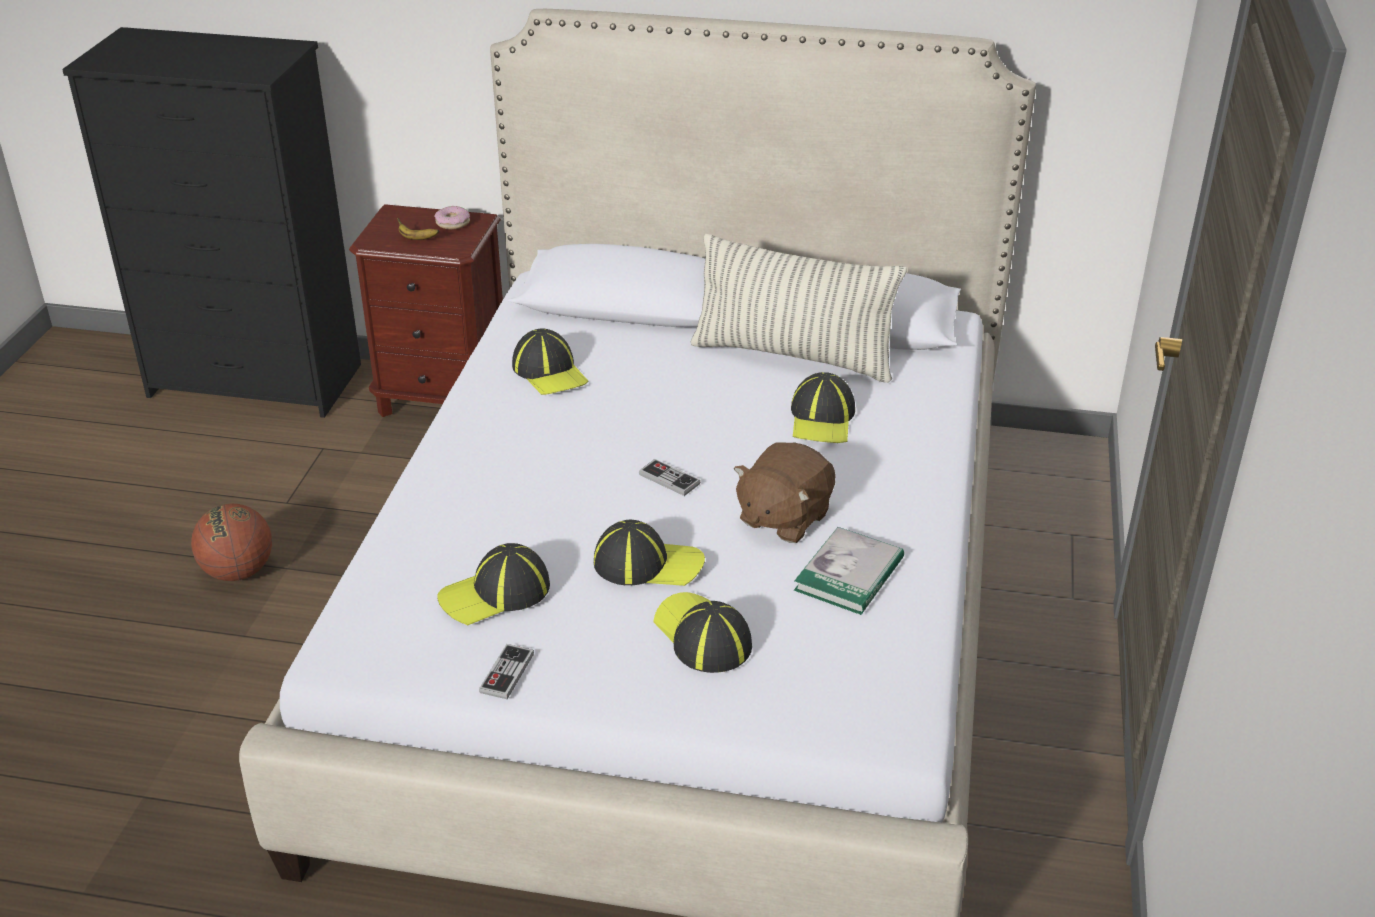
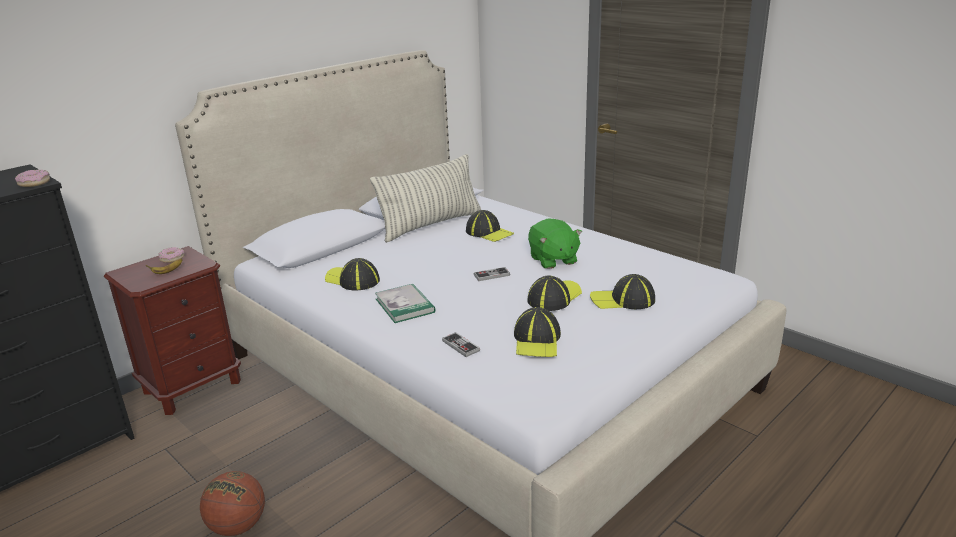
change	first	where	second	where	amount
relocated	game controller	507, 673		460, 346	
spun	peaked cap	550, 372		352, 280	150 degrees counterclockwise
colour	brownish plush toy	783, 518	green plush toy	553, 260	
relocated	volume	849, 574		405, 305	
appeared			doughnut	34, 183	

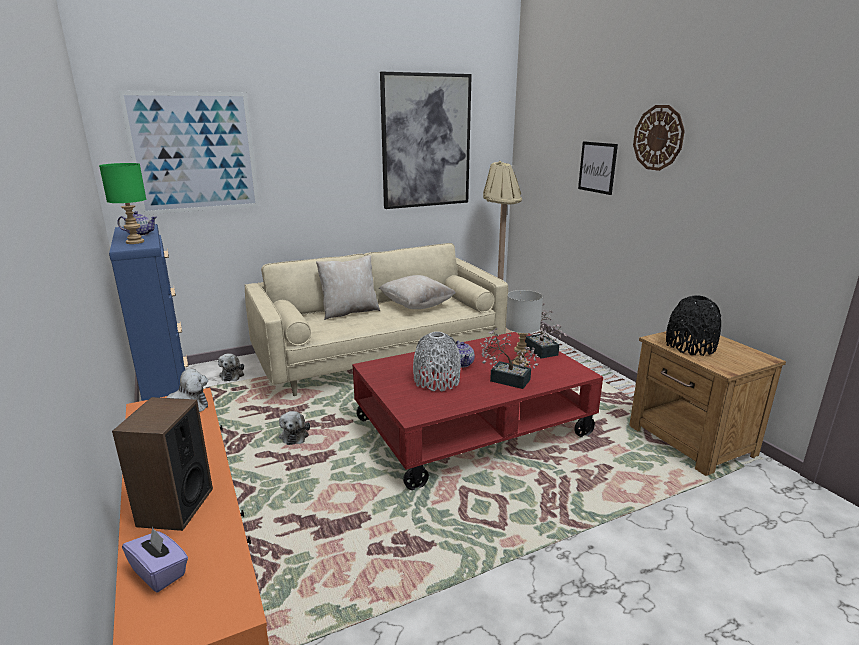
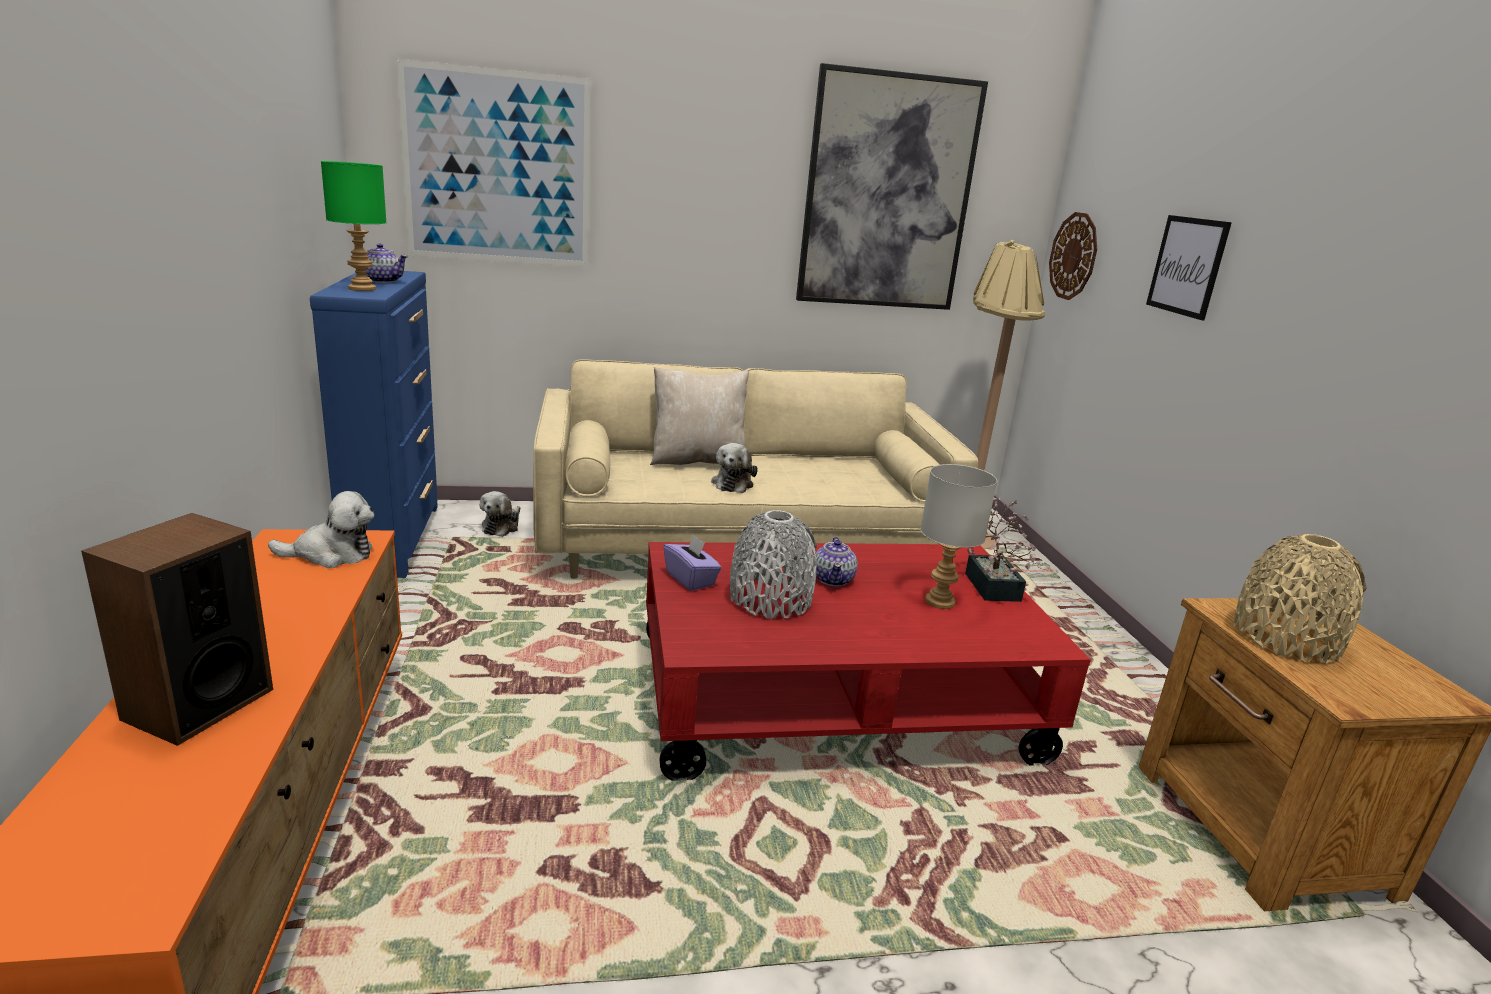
change	first	where	second	where	amount
relocated	purplish tissue holder	160, 572		691, 579	
relocated	plush toy	294, 435		733, 483	
missing	beige cushion	416, 306			
missing	plant in a pot	506, 379			
relocated	hanging clock	658, 138		1073, 256	
colour	blackish vase	690, 346	beige vase	1285, 638	

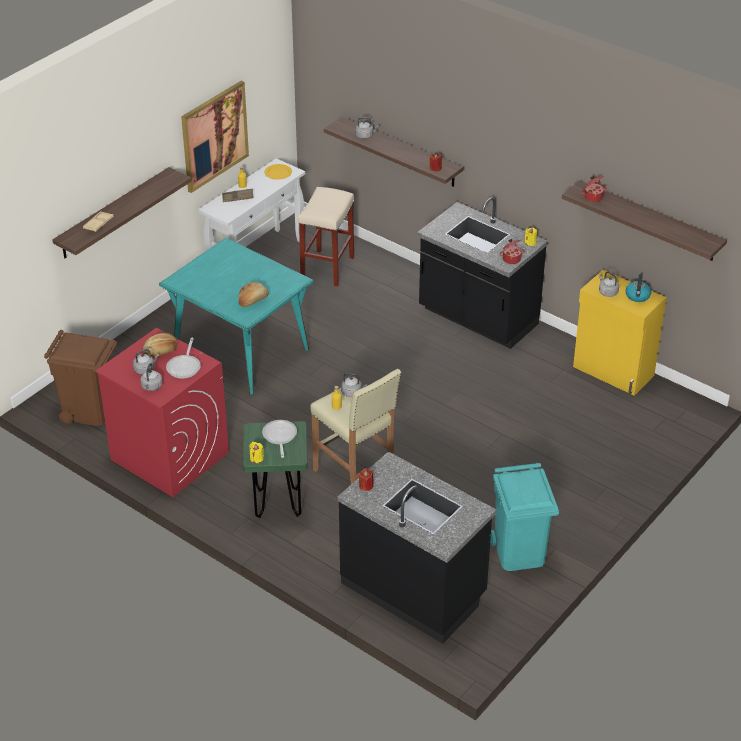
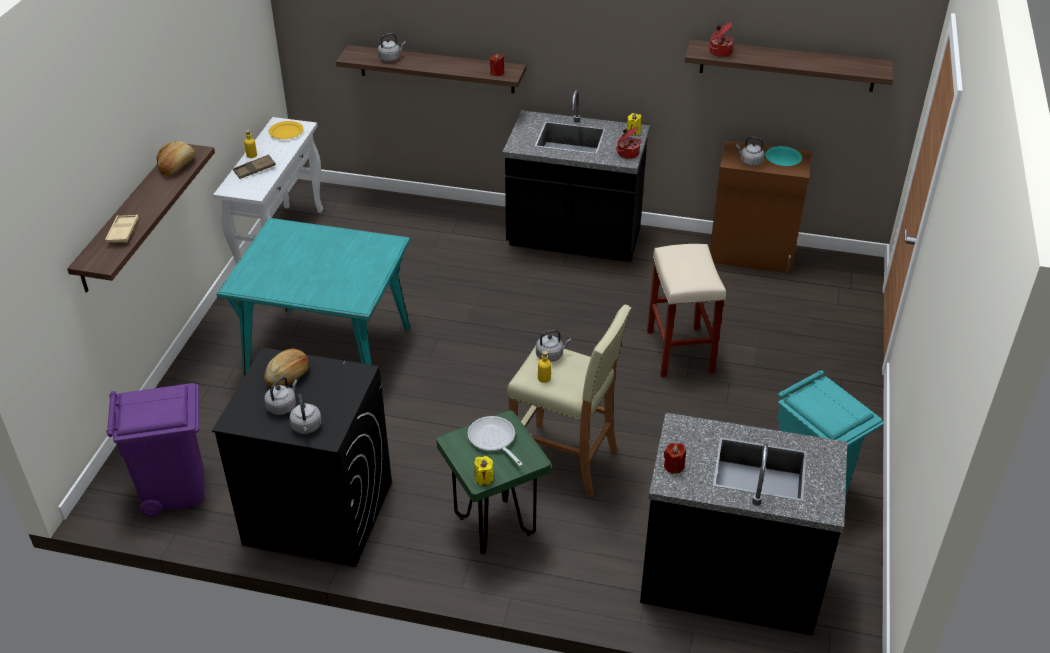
change	first	where	second	where	amount
colour	brownish waste bin	89, 410	purplish waste bin	175, 488	
colour	reddish laundry machine	169, 456	blackish laundry machine	317, 513	
missing	pan	185, 366			
missing	picture	214, 136			
relocated	bakery bread	253, 300		177, 166	
relocated	beige stool	327, 267		679, 351	
colour	yellow-coloured cupboard	613, 372	brownish cupboard	751, 255	
exchanged	kettle	637, 296	turquoise plate	783, 158	

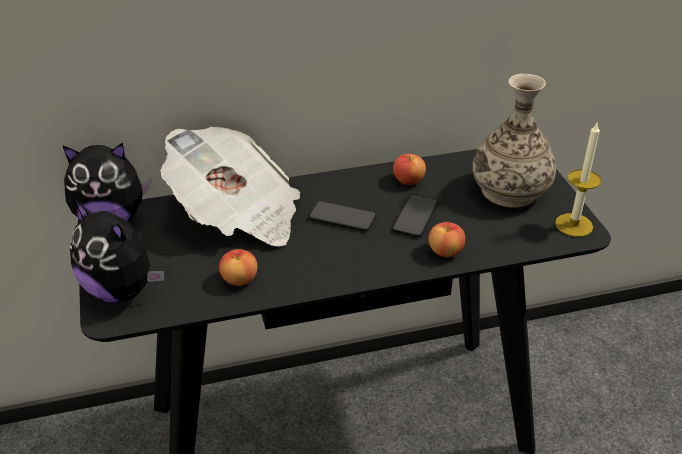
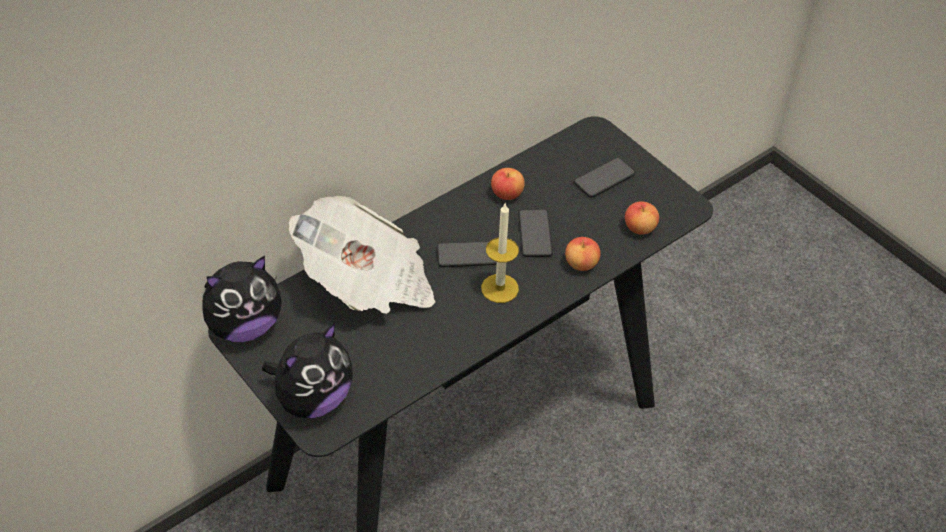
change	first	where	second	where	amount
spun	plush toy	122, 290		313, 399	60 degrees counterclockwise
relocated	whole apple	239, 280		640, 228	
exchanged	vase	509, 190	handset	604, 178	
relocated	wax candle	574, 225		499, 288	

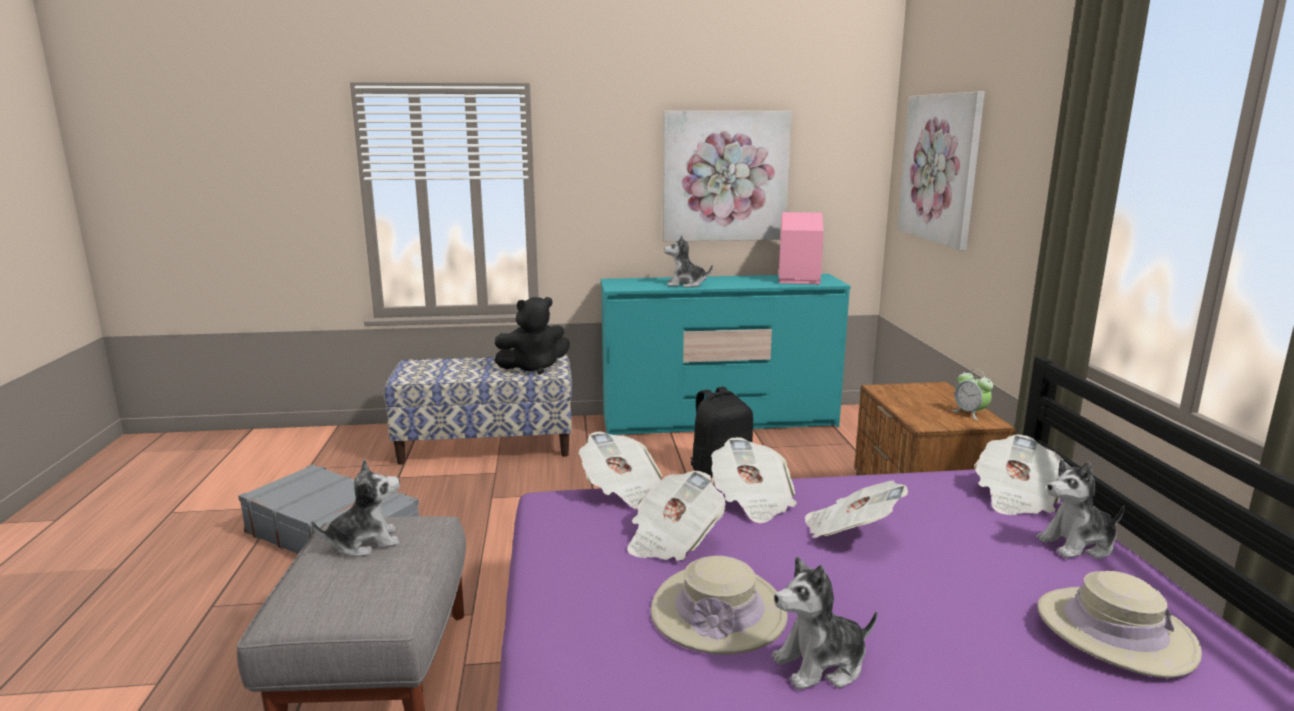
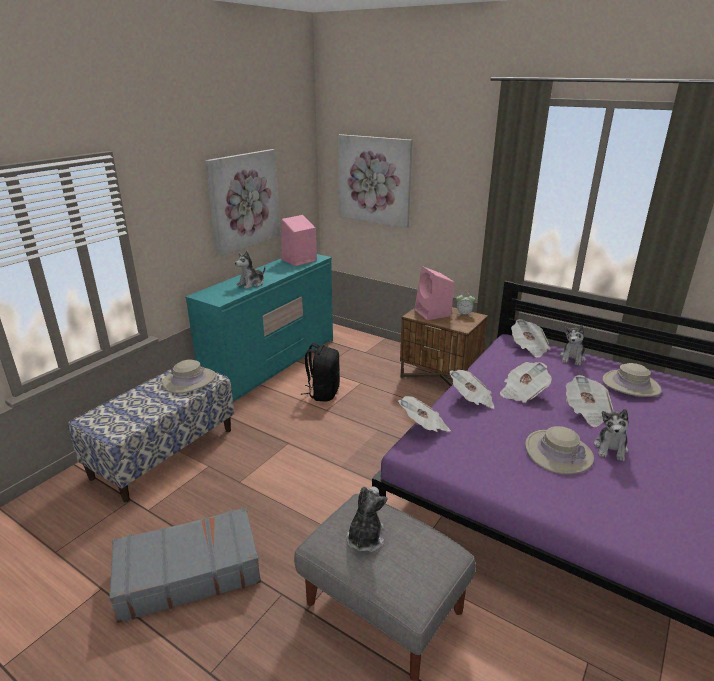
change	first	where	second	where	amount
exchanged	blackish plush toy	533, 368	beige wearable hat	189, 380	
relocated	newspaper	672, 540		587, 412	
appeared			pink-coloured loudspeaker	433, 313	

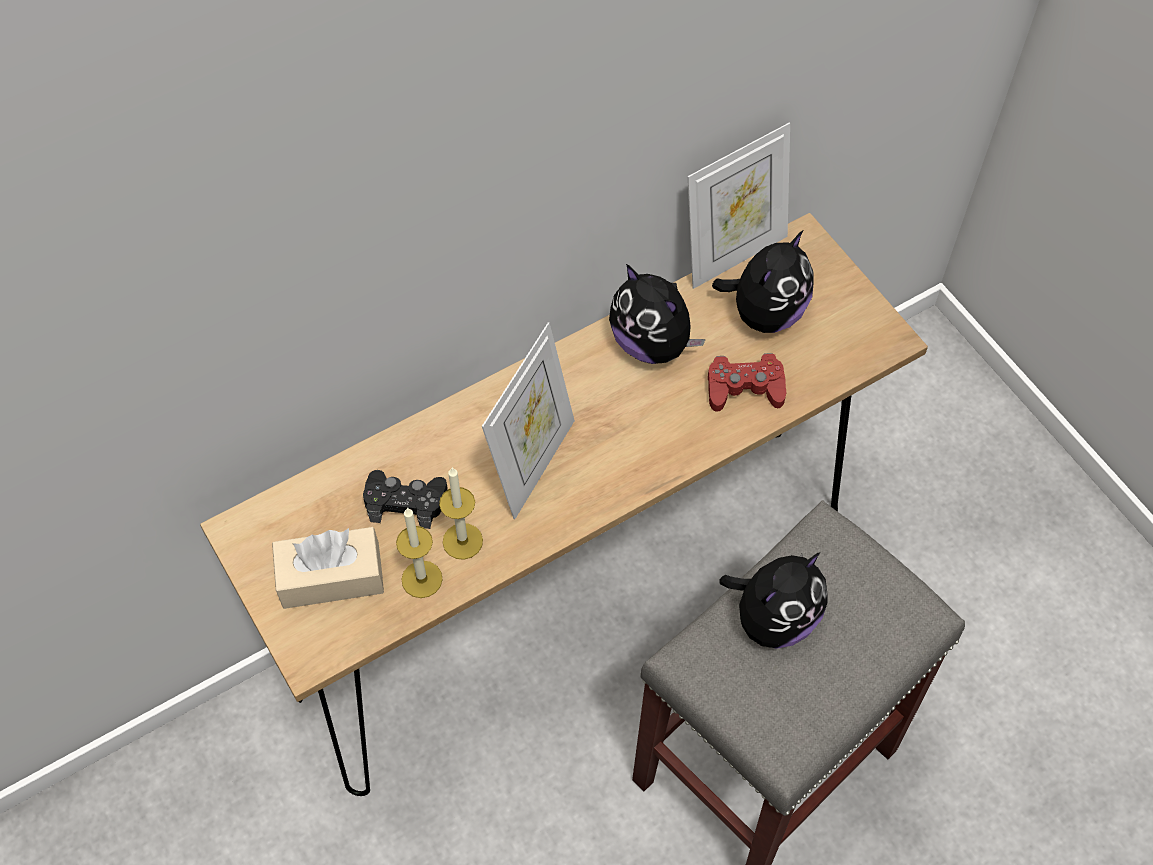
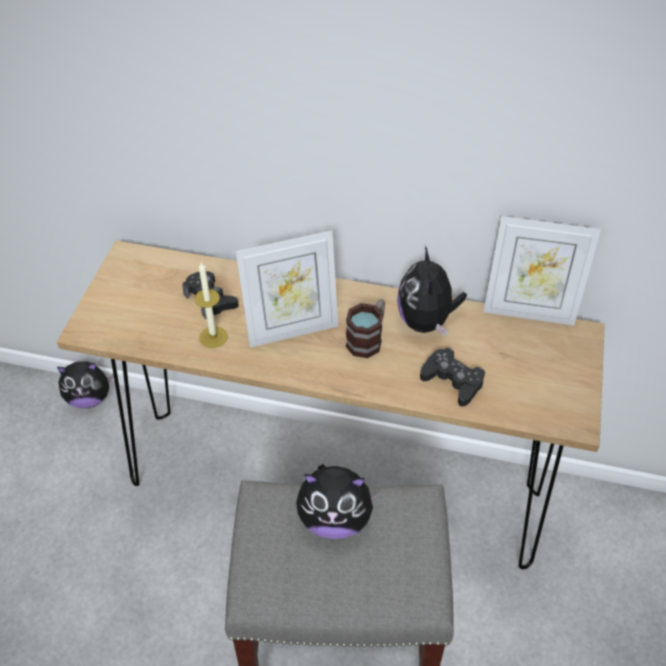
change	first	where	second	where	amount
missing	beige tissue holder	331, 577			
missing	wax candle	422, 579			
colour	reddish game controller	744, 388	blackish game controller	452, 381	
relocated	plush toy	765, 313		89, 398	
appeared			tea mug	368, 338	

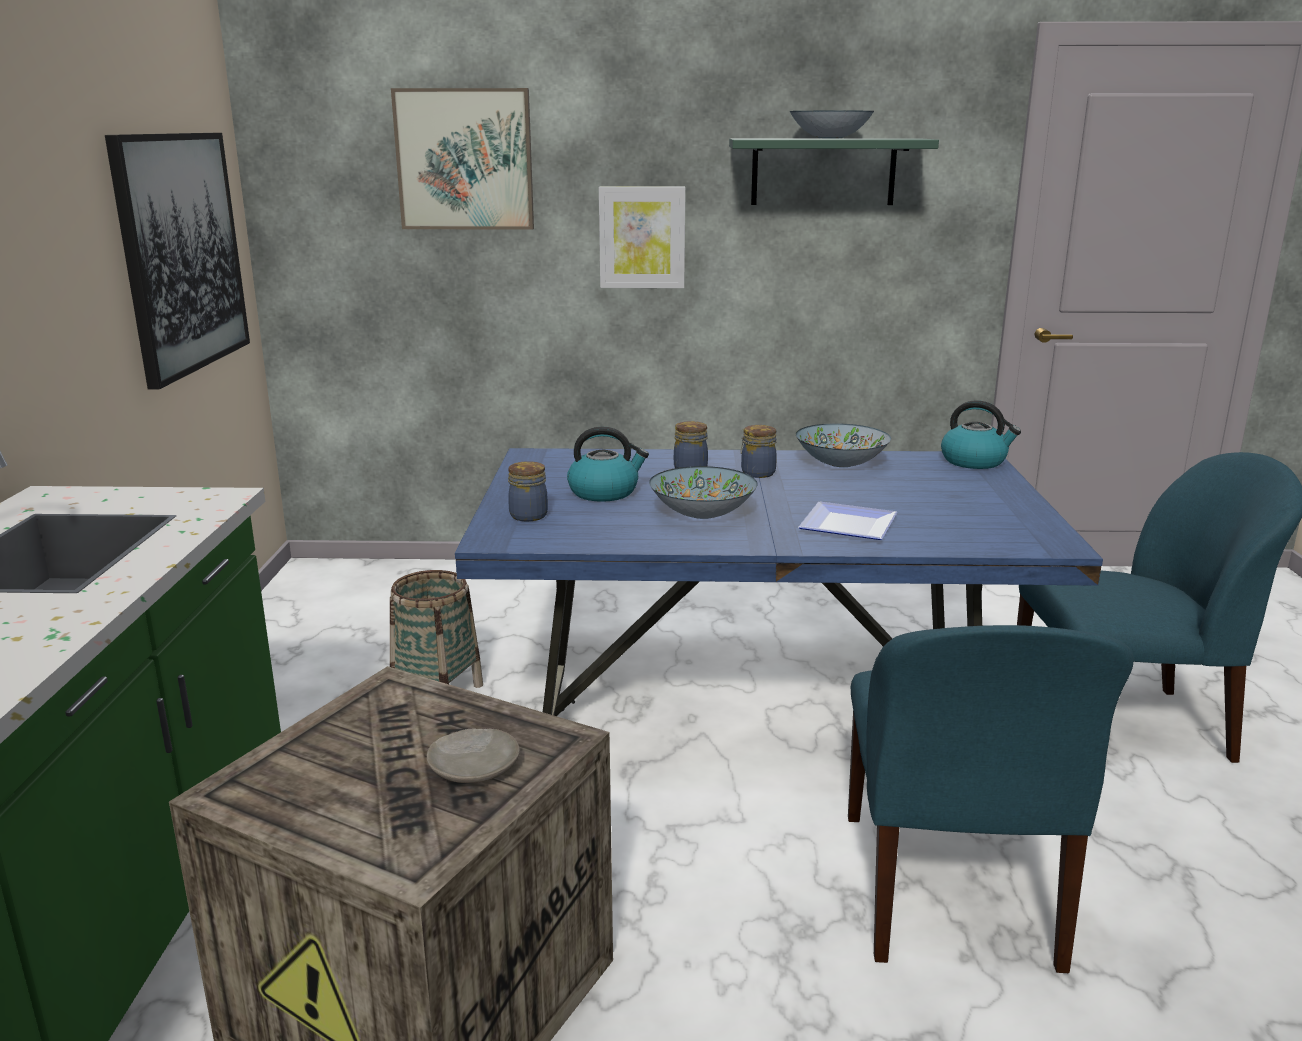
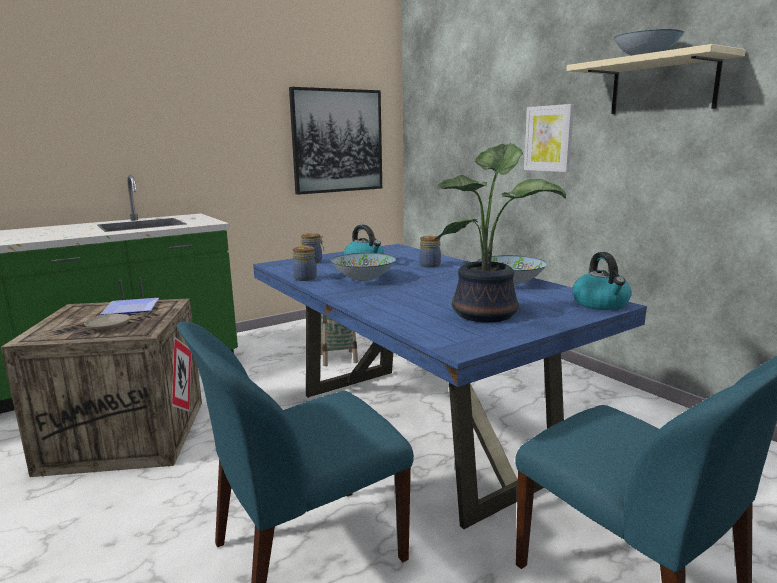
change	first	where	second	where	amount
missing	picture	465, 160			
colour	green wall shelf	823, 172	beige wall shelf	663, 85	
relocated	preserve jar	756, 473		305, 278	
relocated	plate	844, 526		130, 308	
appeared			plant in a pot	488, 313	

